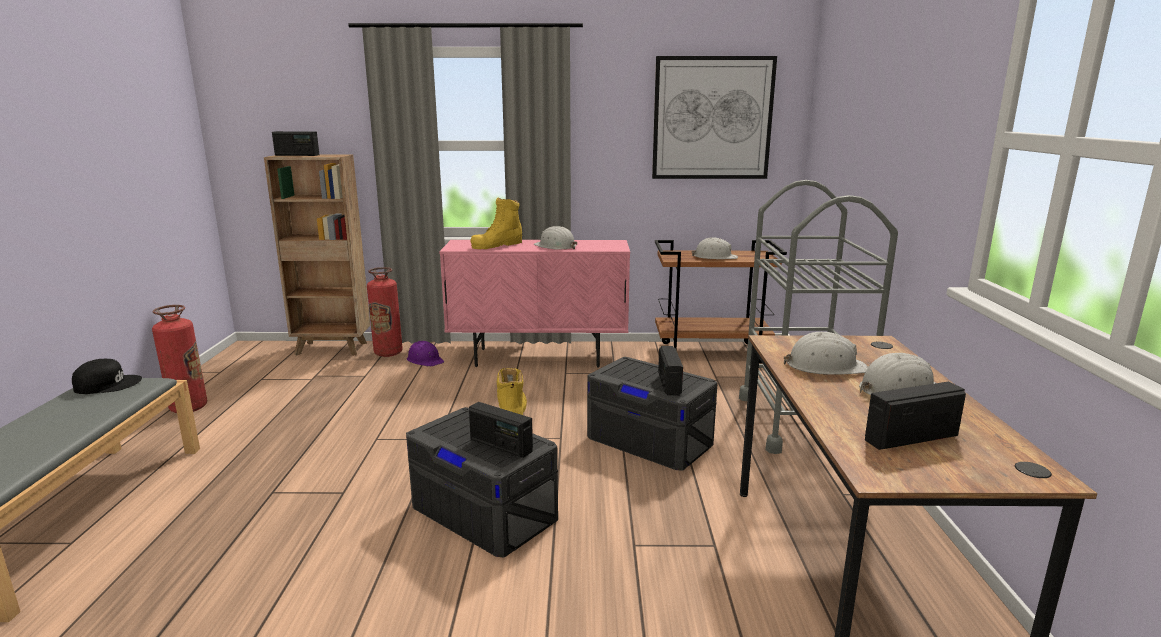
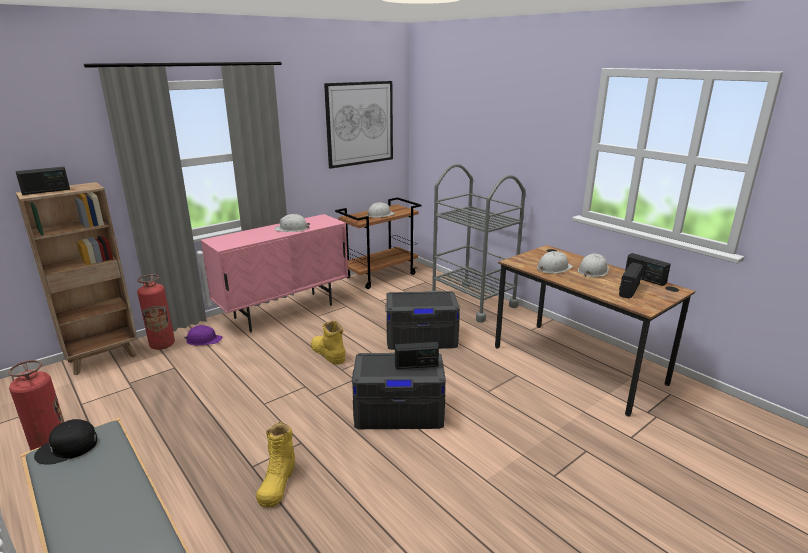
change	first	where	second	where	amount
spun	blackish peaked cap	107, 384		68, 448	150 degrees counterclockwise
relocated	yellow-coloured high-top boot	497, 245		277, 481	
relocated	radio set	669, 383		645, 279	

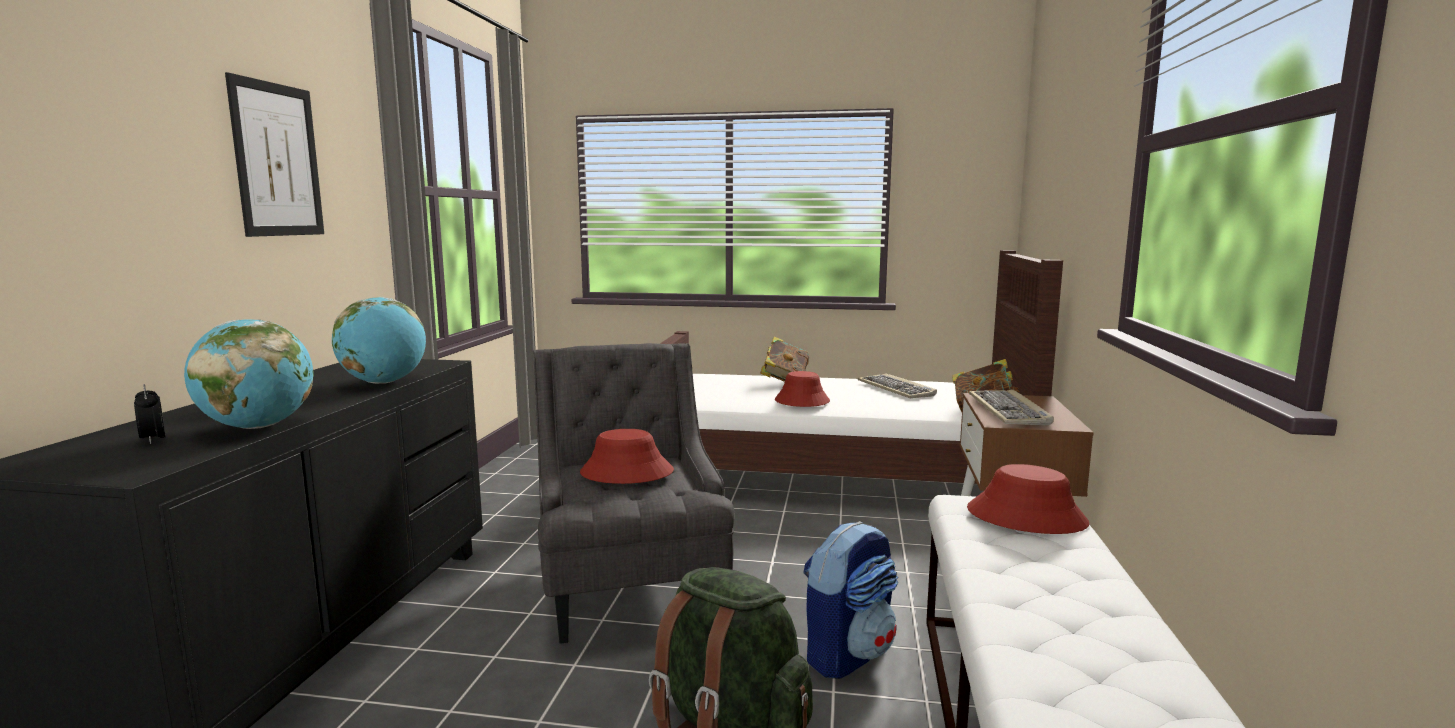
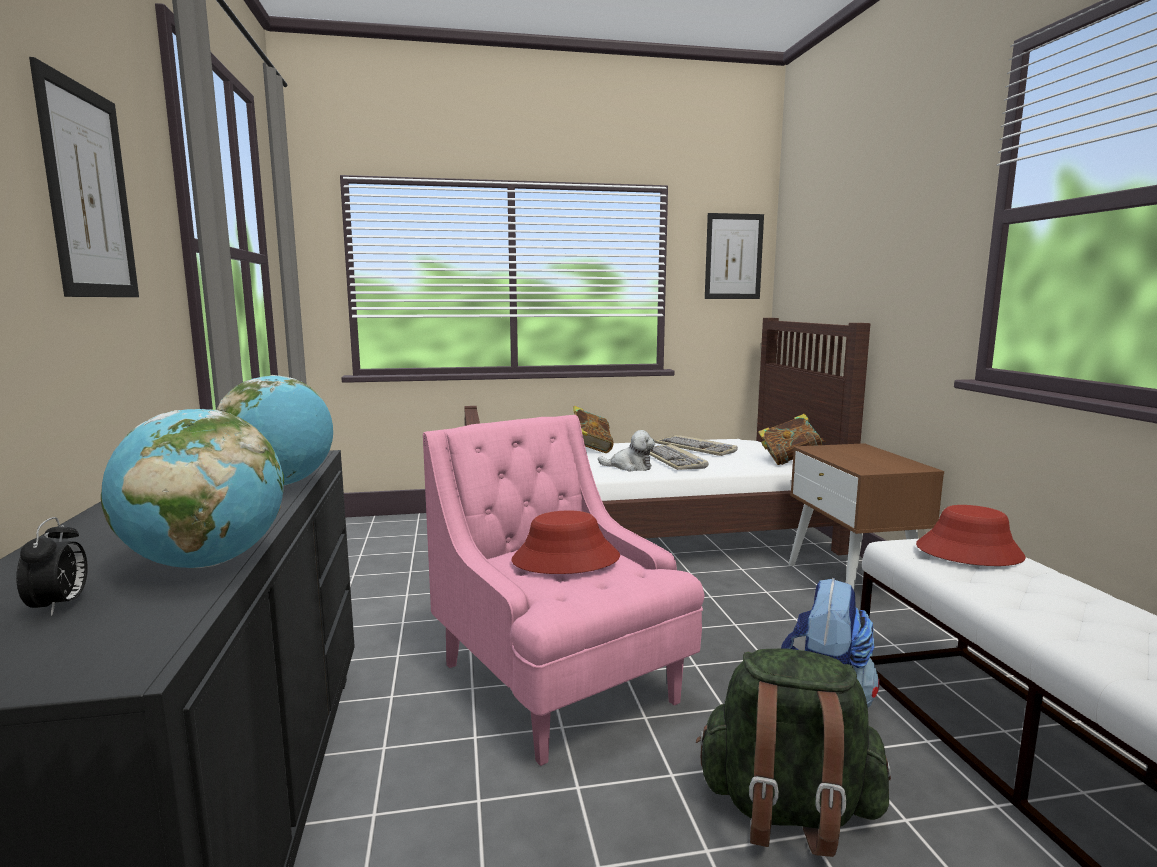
change	first	where	second	where	amount
spun	alarm clock	153, 440		60, 606	135 degrees counterclockwise
colour	greyish armchair	630, 587	pink-coloured armchair	560, 684	
exchanged	reddish wearable hat	801, 401	plush toy	630, 467	
relocated	computer keyboard	1009, 411		673, 460	
appeared			picture	733, 256	

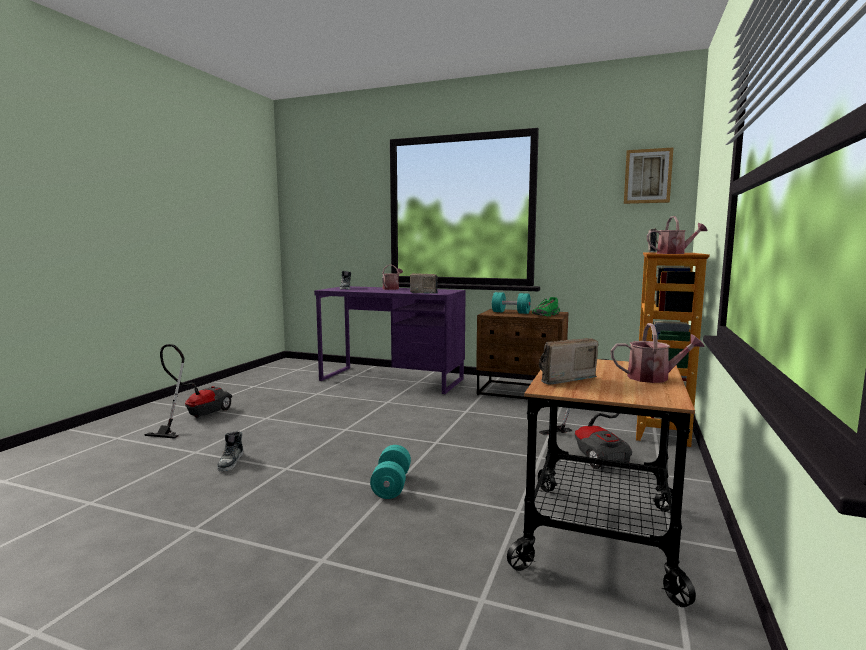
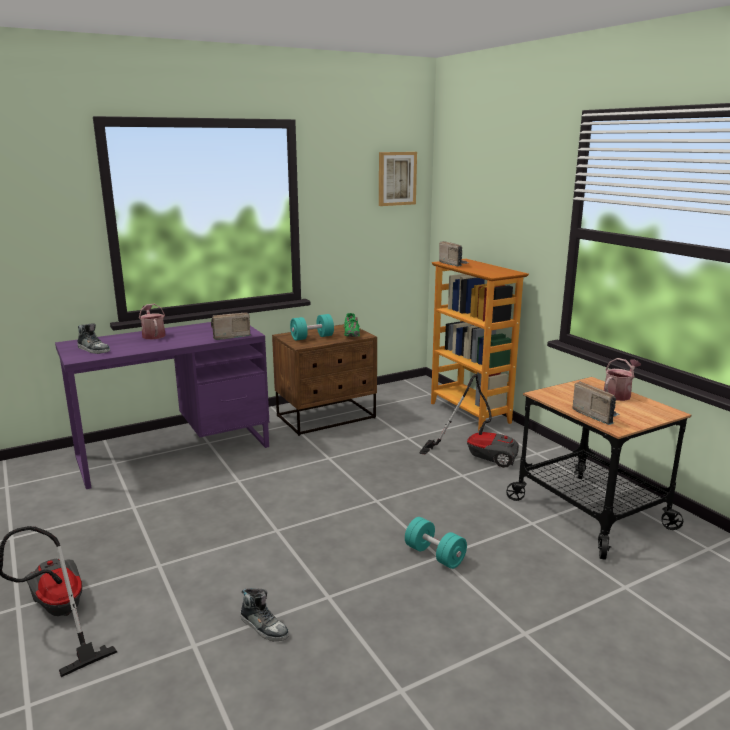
change	first	where	second	where	amount
spun	radio set	561, 379		595, 415	135 degrees clockwise
missing	sprinkling can	674, 253			

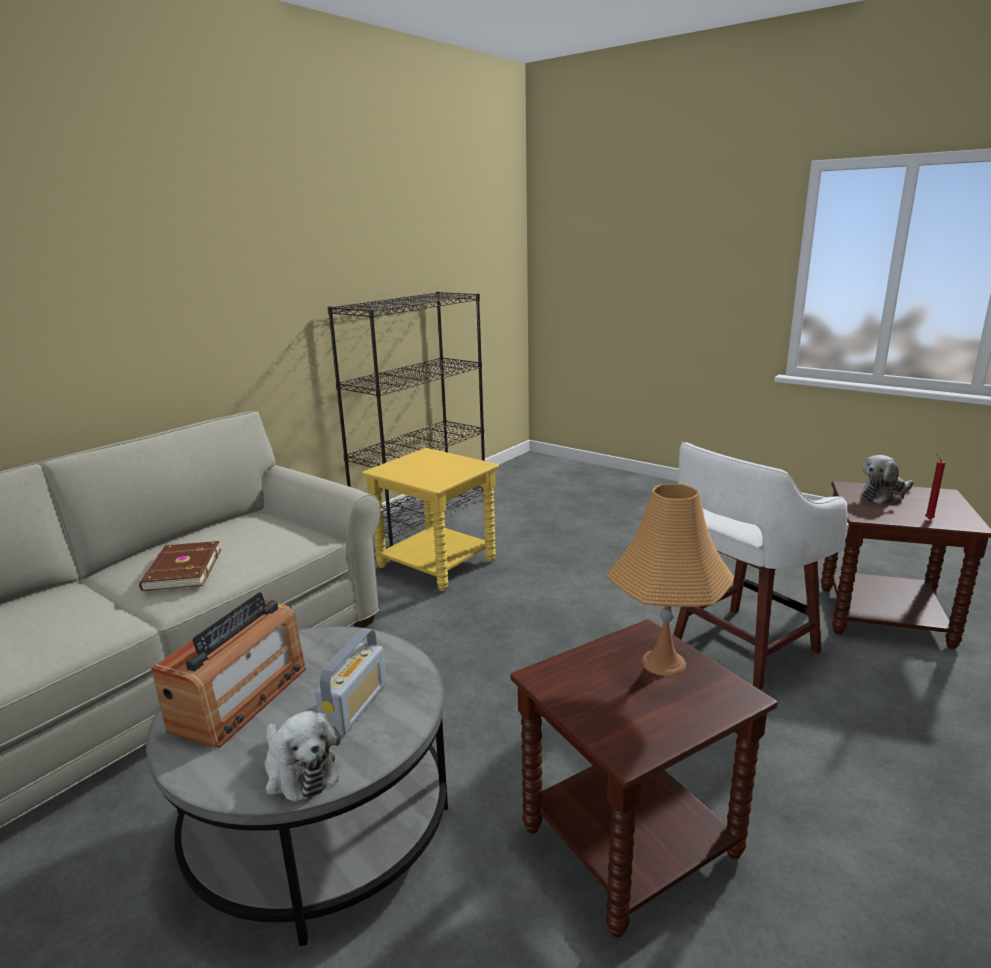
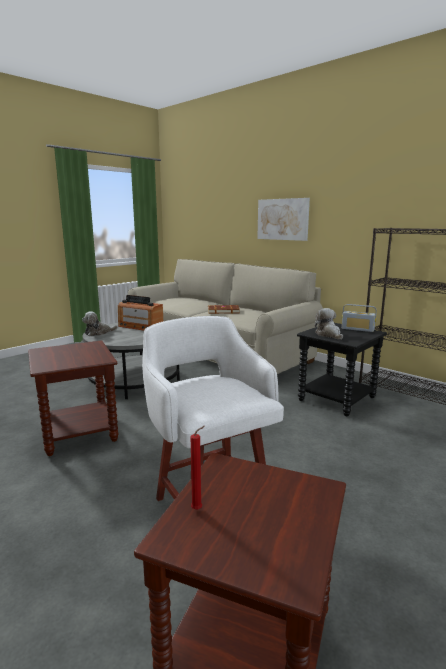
change	first	where	second	where	amount
relocated	radio set	354, 706		357, 329	
colour	yellow-coloured accent table	435, 564	blackish accent table	336, 398	
missing	orange lamp for a table	663, 663			
relocated	plush toy	884, 496		328, 335	
appeared			picture	283, 219	

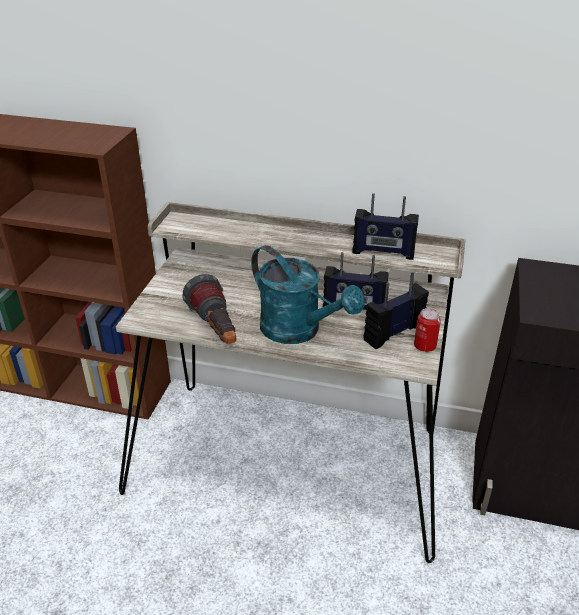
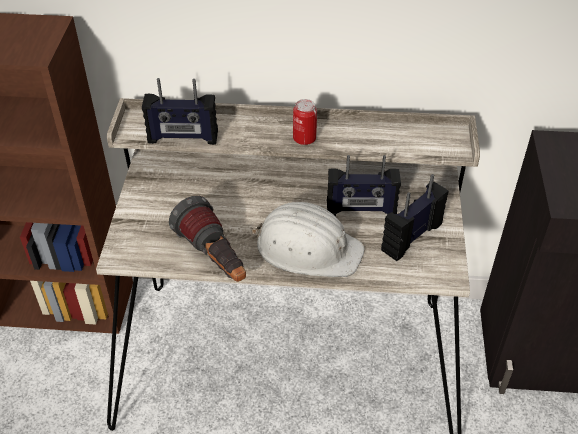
change	first	where	second	where	amount
exchanged	turquoise sprinkling can	299, 331	white work helmet	308, 248	
relocated	radio set	383, 252		183, 138	
relocated	can	424, 346		304, 139	

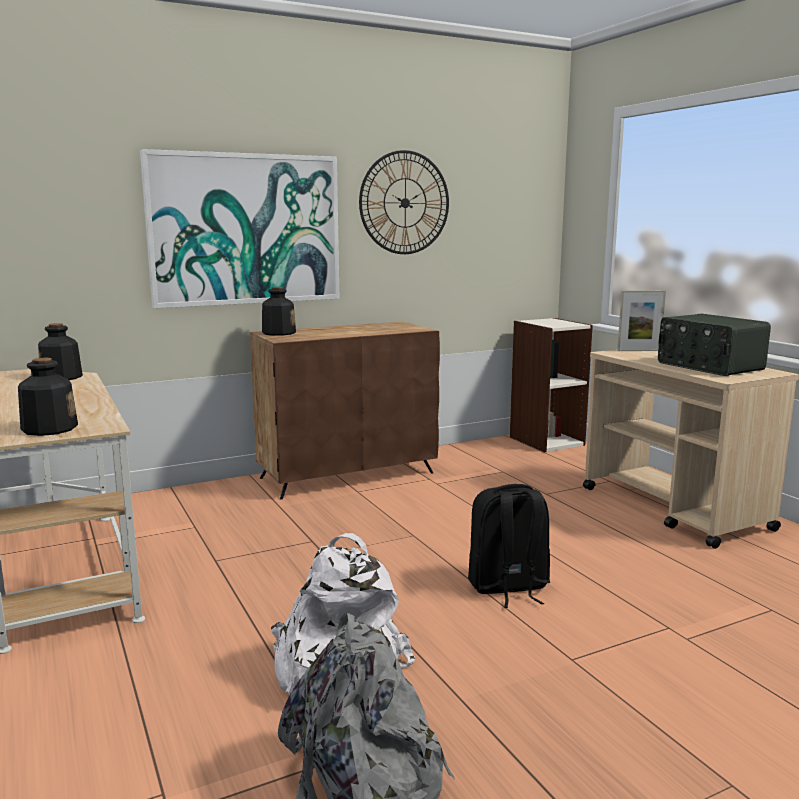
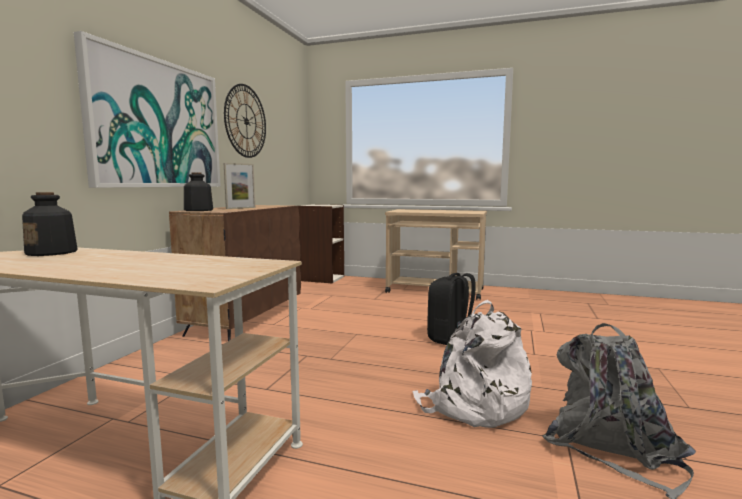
change	first	where	second	where	amount
missing	beverage bottle	49, 429			
relocated	photo frame	639, 350		241, 208	
missing	radio set	708, 366			

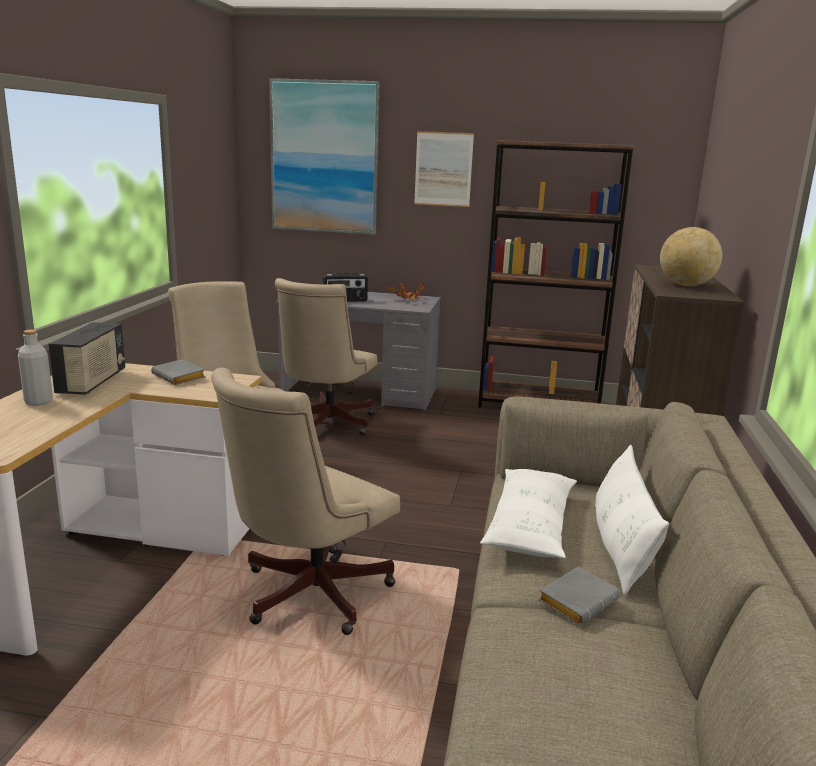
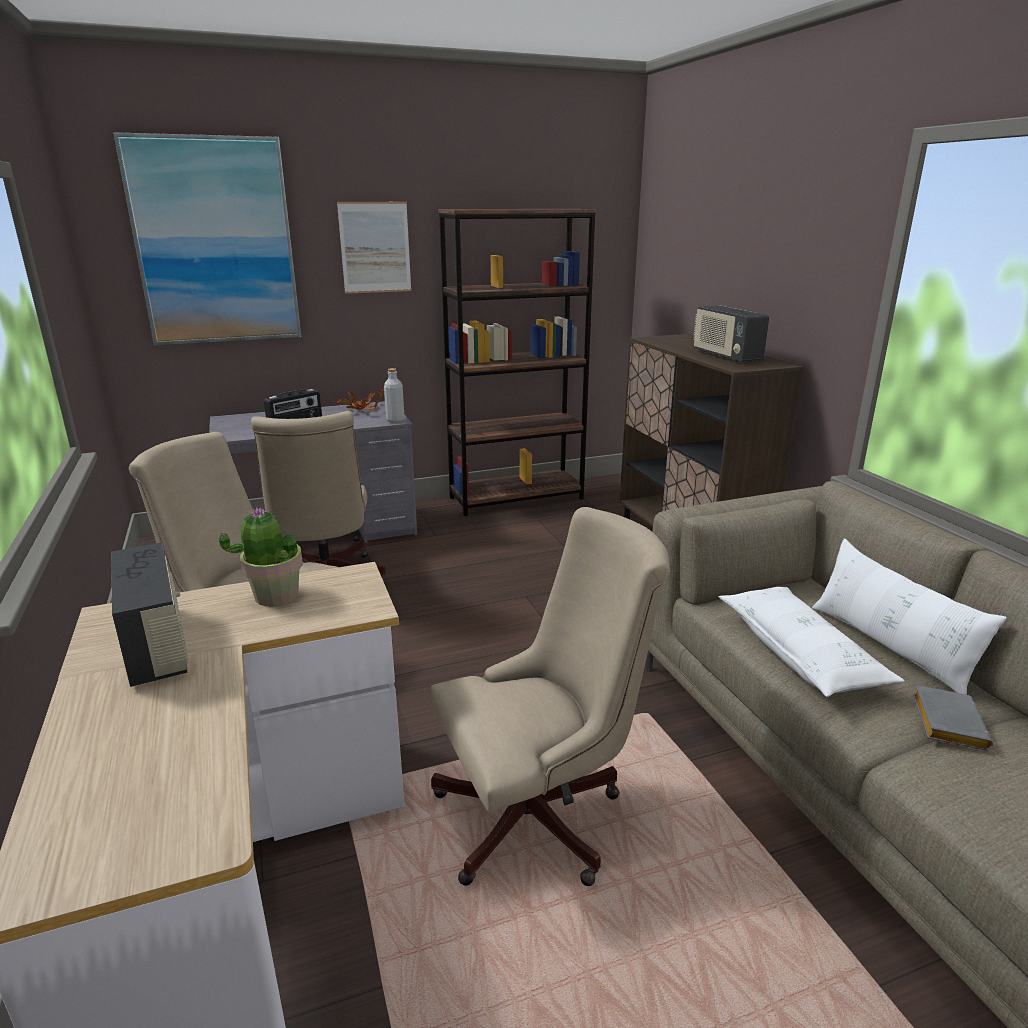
change	first	where	second	where	amount
relocated	greyish beverage bottle	38, 402		395, 420	
exchanged	greyish volume	180, 377	plant in a pot	275, 596	
spun	beige computer chair	306, 595		541, 816	120 degrees counterclockwise
exchanged	desk globe	686, 285	radio set	726, 356	

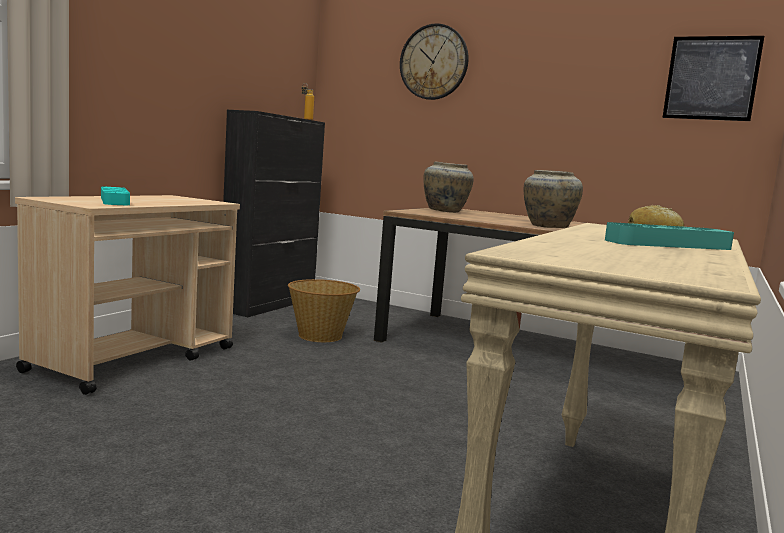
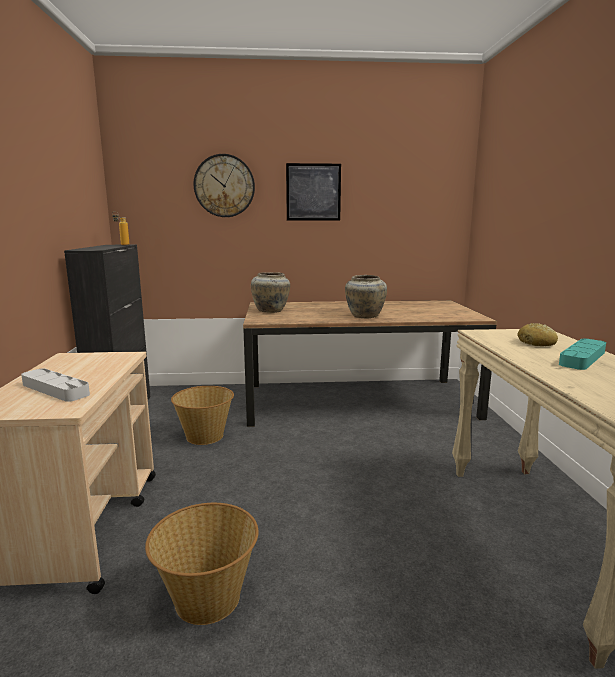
change	first	where	second	where	amount
colour	turquoise tray	114, 201	greyish tray	55, 389	
relocated	picture	711, 78		313, 192	
appeared			household basket	207, 599	

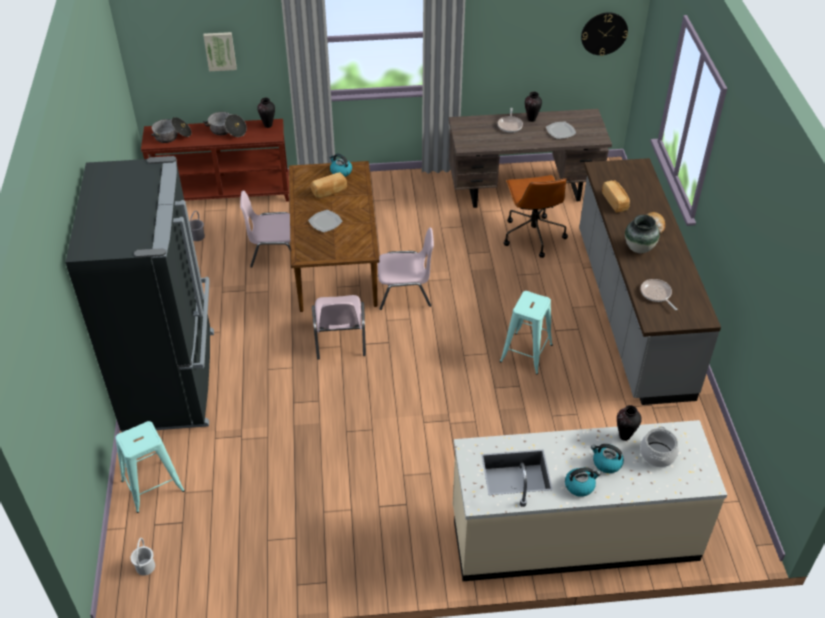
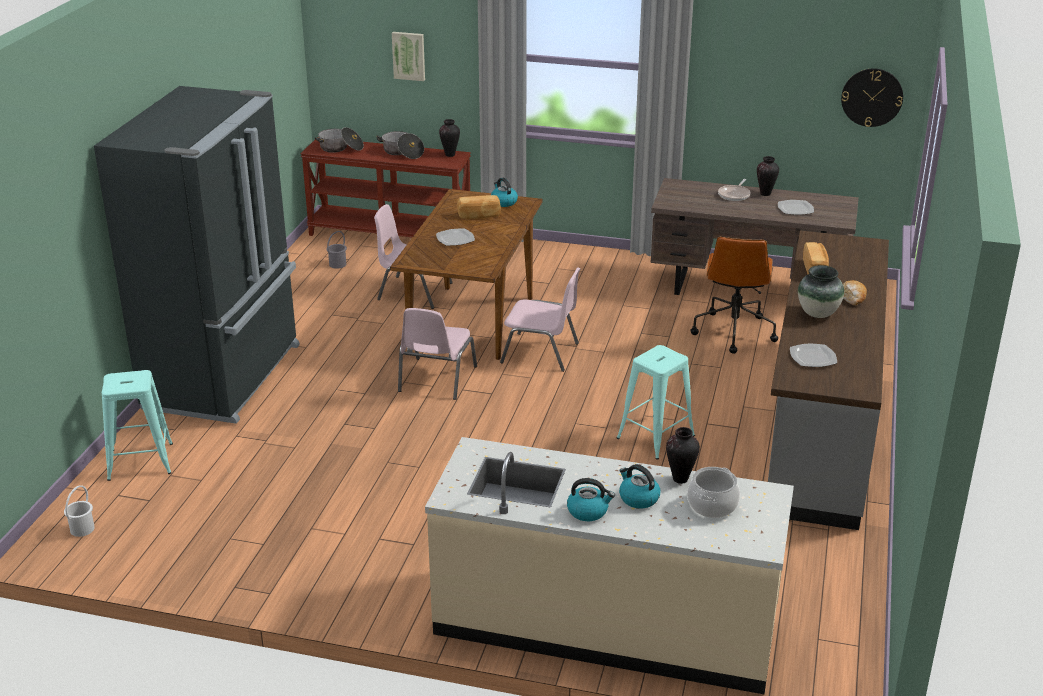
change	first	where	second	where	amount
exchanged	pan	656, 294	plate	812, 357	

